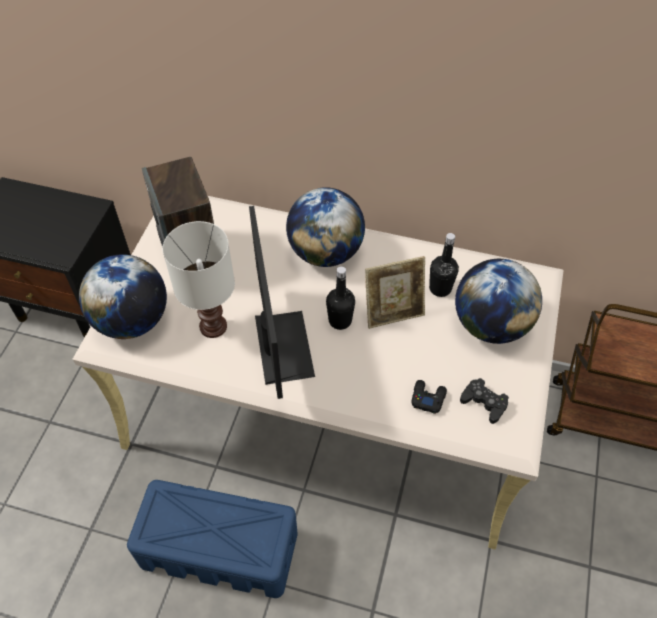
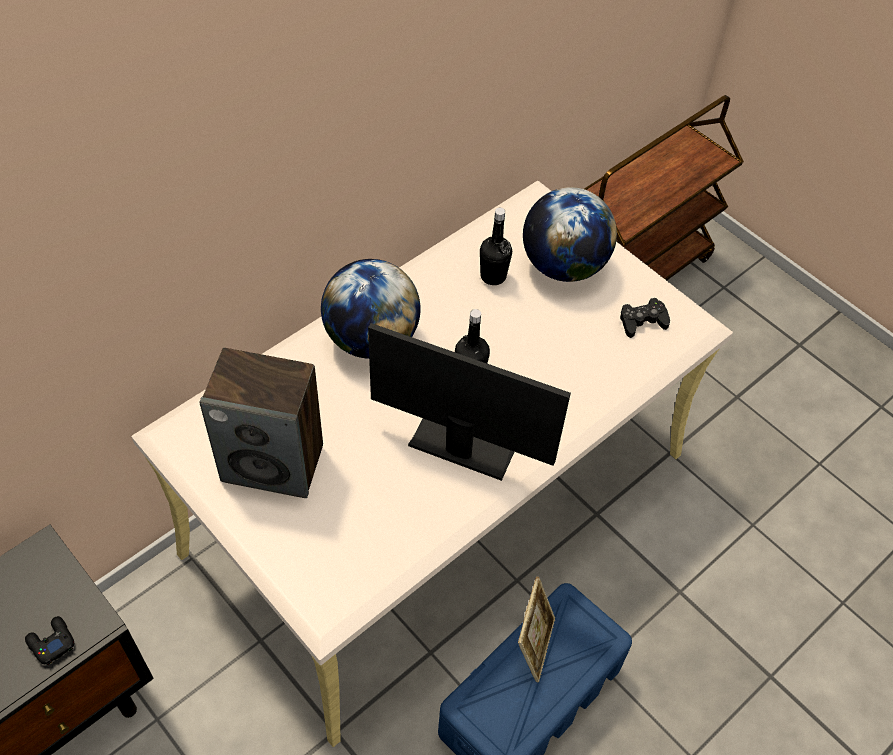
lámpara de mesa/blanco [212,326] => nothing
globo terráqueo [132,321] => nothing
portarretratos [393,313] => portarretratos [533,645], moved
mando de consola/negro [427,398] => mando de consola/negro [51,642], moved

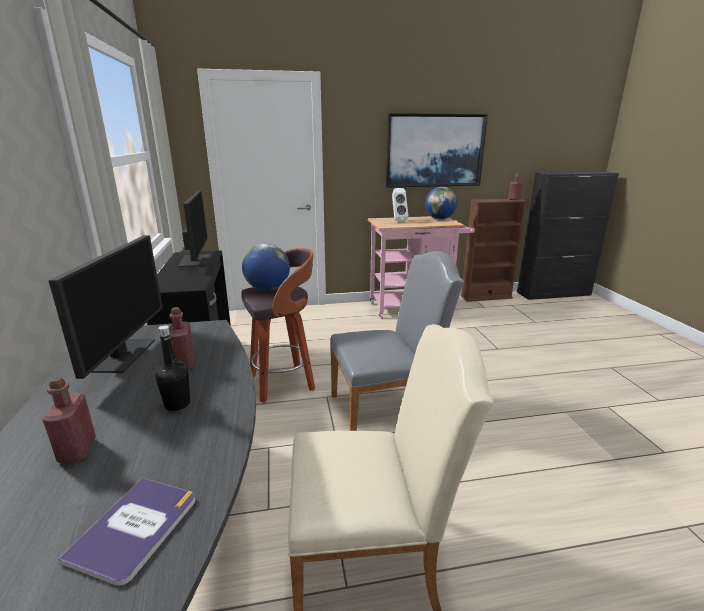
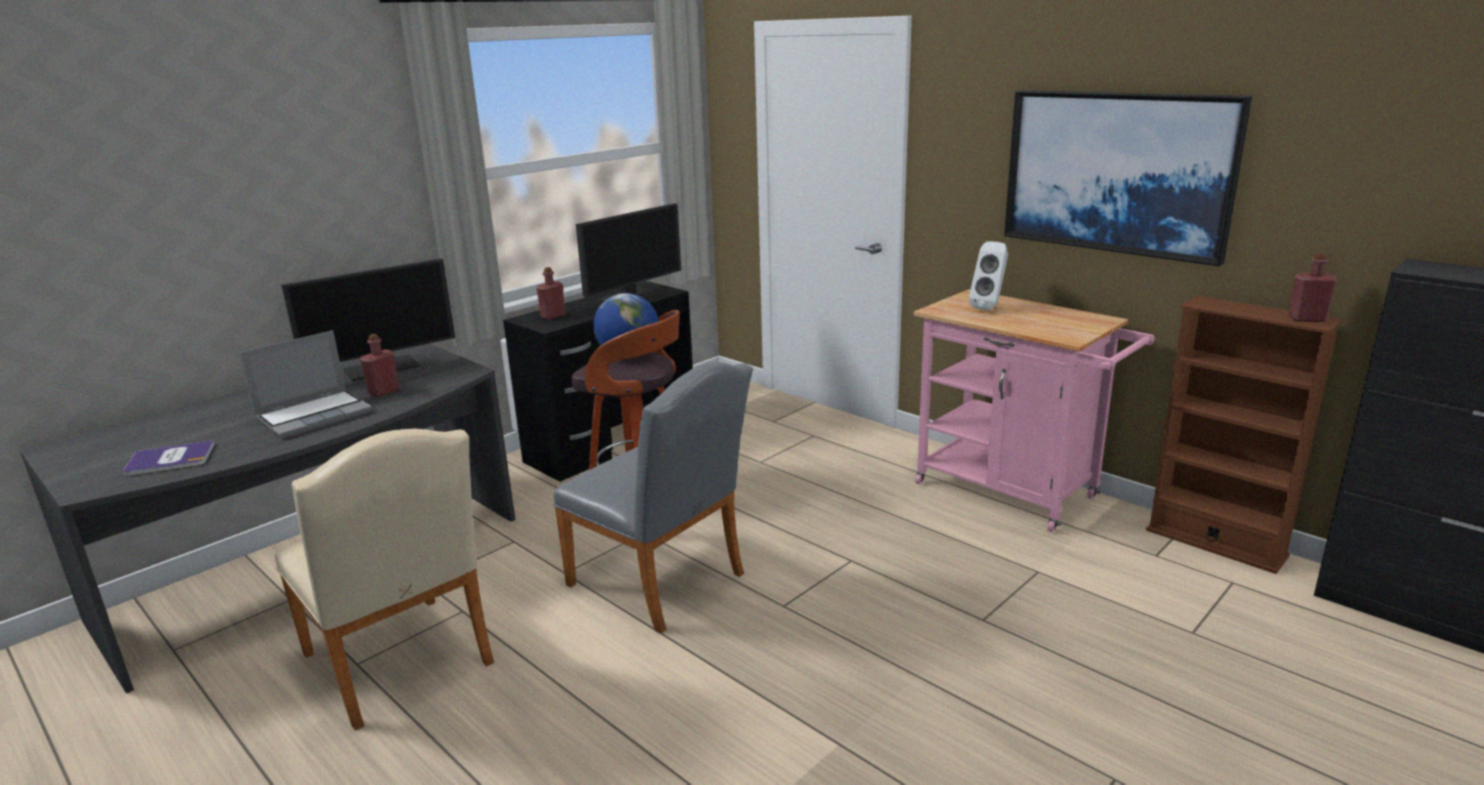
globo terráqueo [439,219] => nothing
botella/negro [177,404] => portátil [315,415]
botella/rojo [77,450] => botella/rojo [553,316], moved

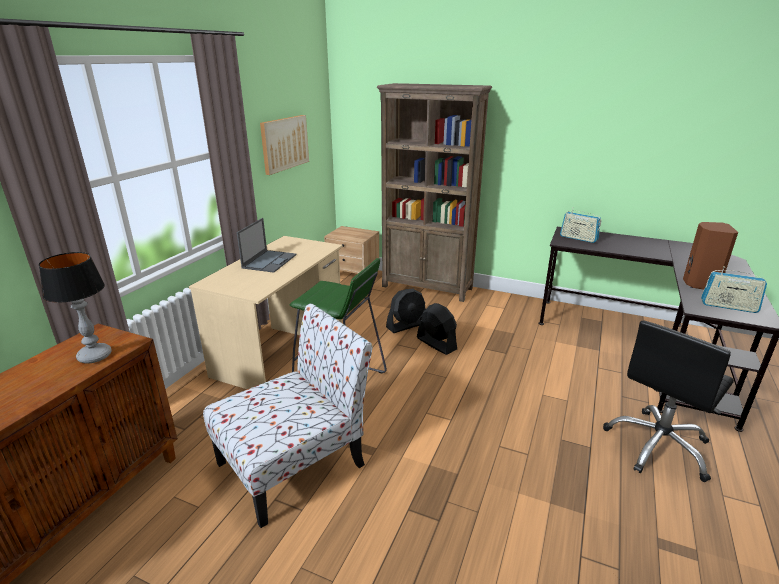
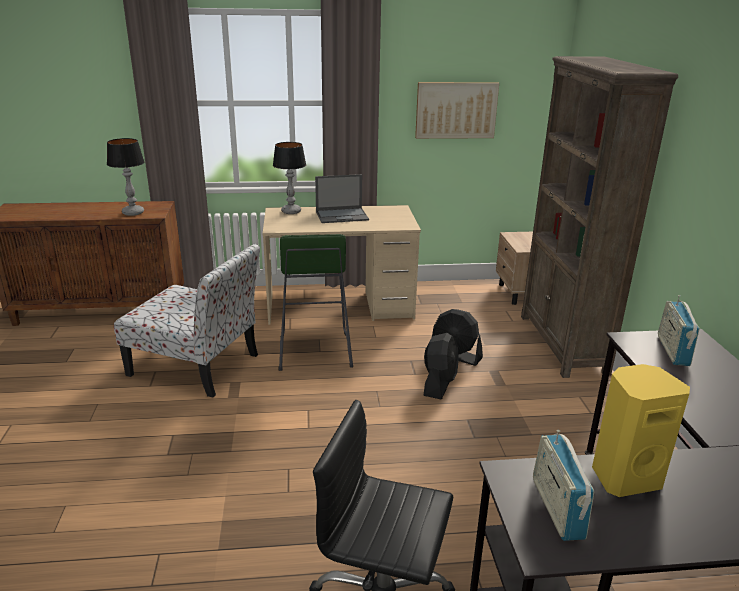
altavoz/marrón [699,284] => altavoz/amarillo [624,477]
nothing => lámpara de mesa [291,211]

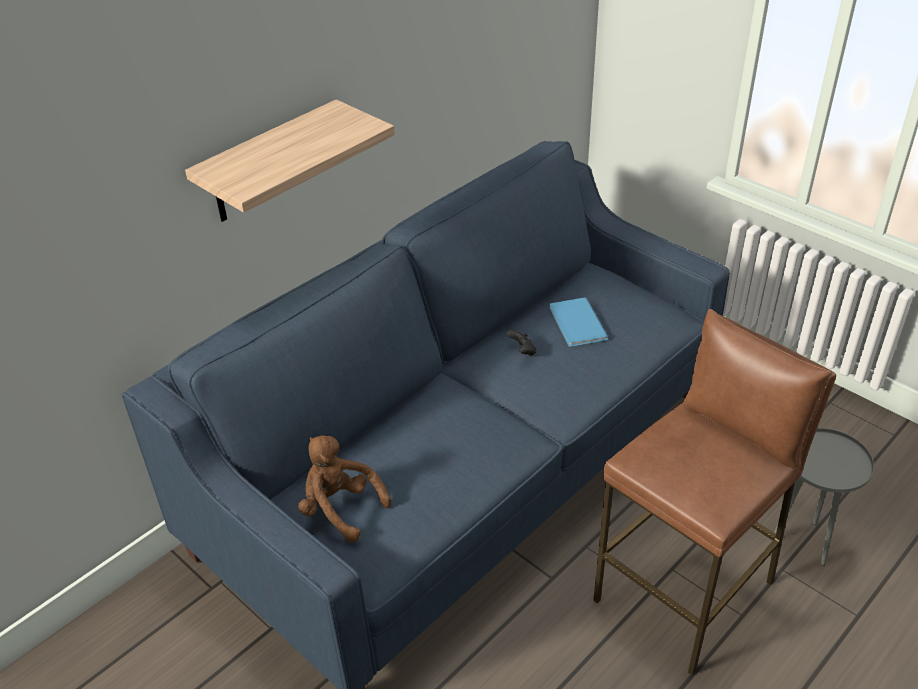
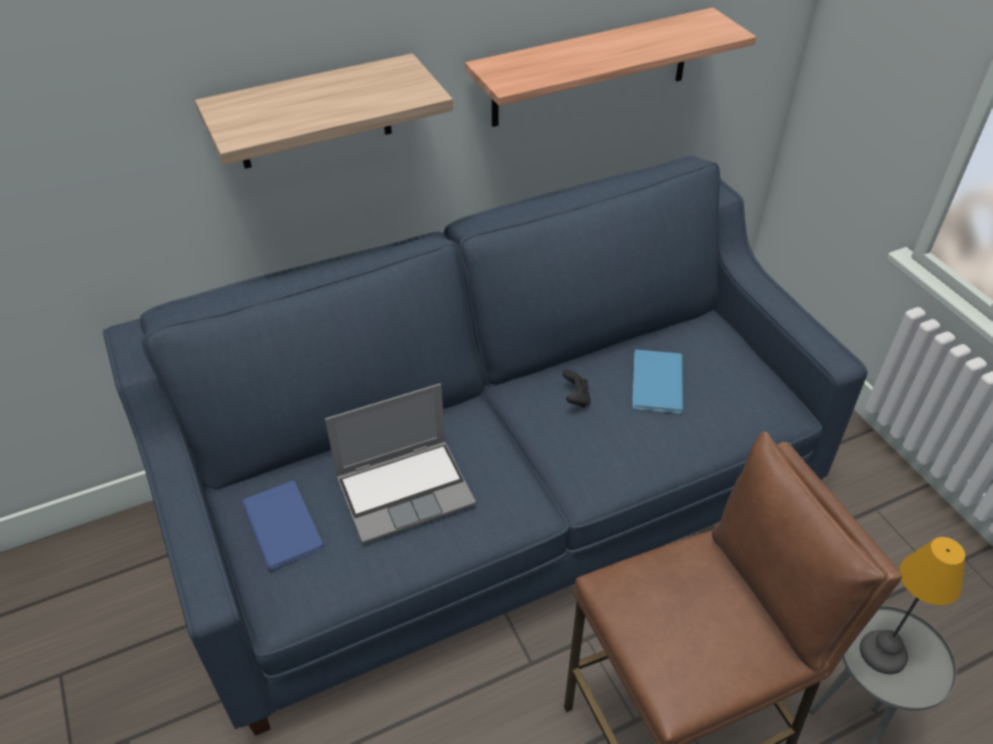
peluche/marrón [340,509] => libro/azul [284,523]
nothing => estante [592,68]
nothing => portátil [406,490]
nothing => lámpara de mesa [882,654]

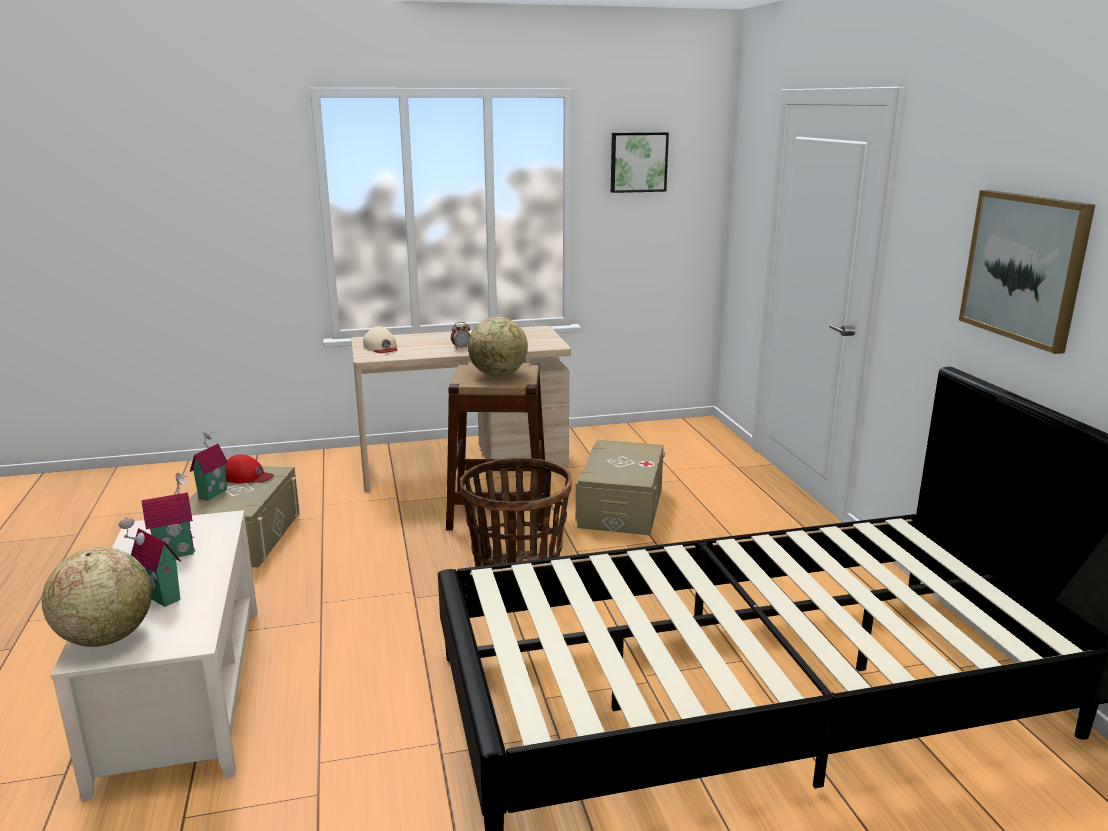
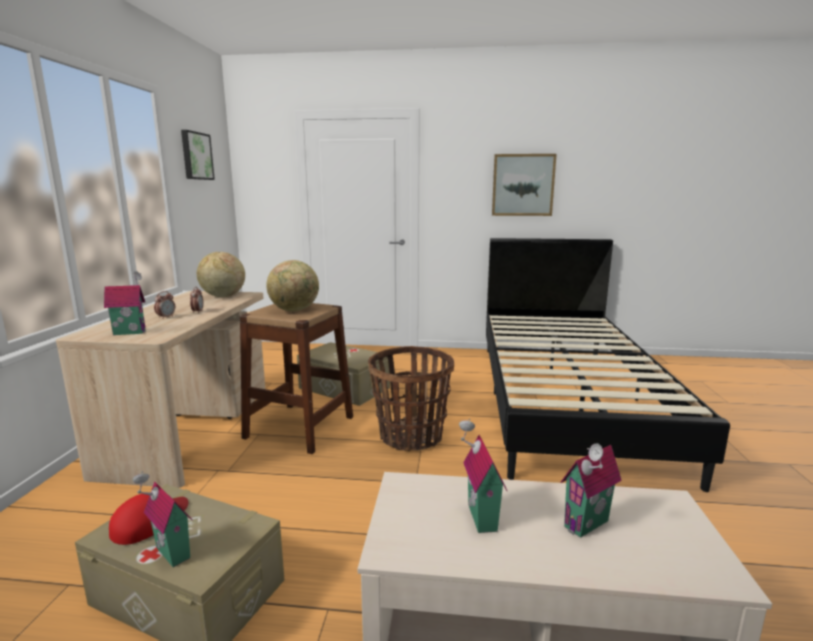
gorra/beis [381,347] => casita [130,332]
globo terráqueo [106,637] => globo terráqueo [223,296], moved
nothing => despertador [166,317]

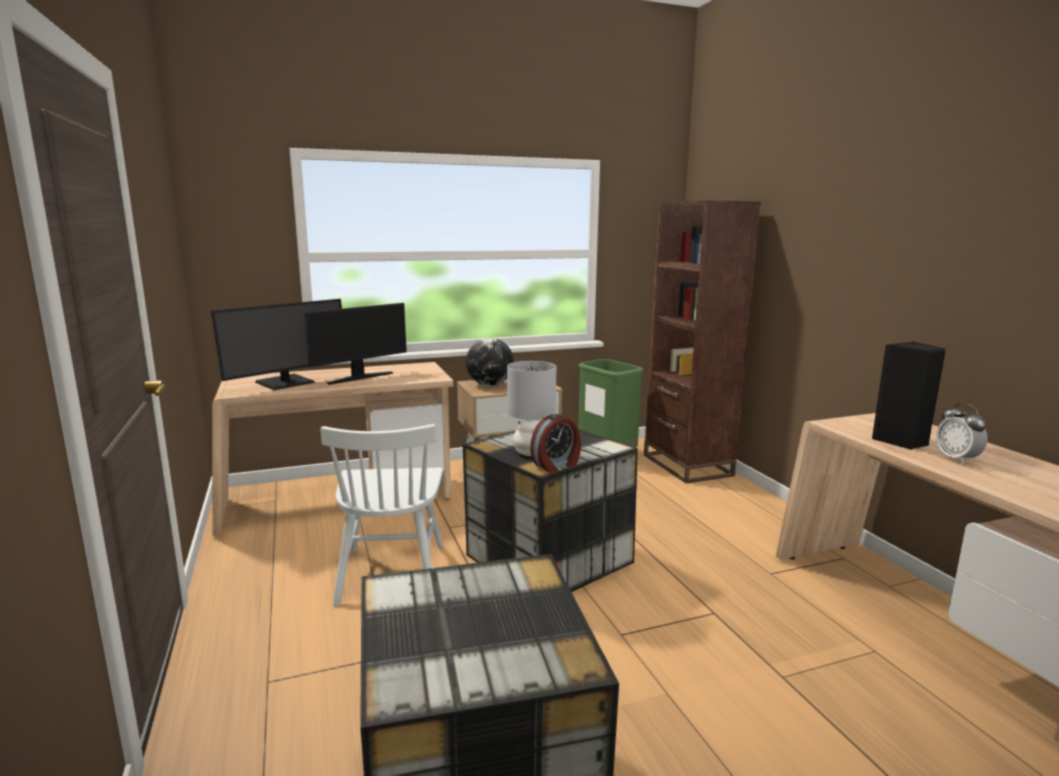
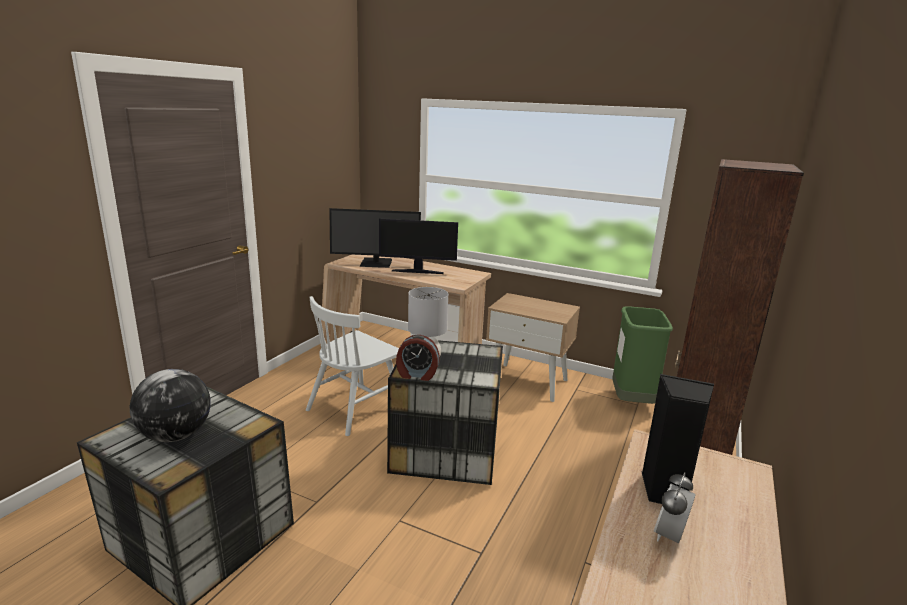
globo terráqueo [490,385] => globo terráqueo [175,436], moved

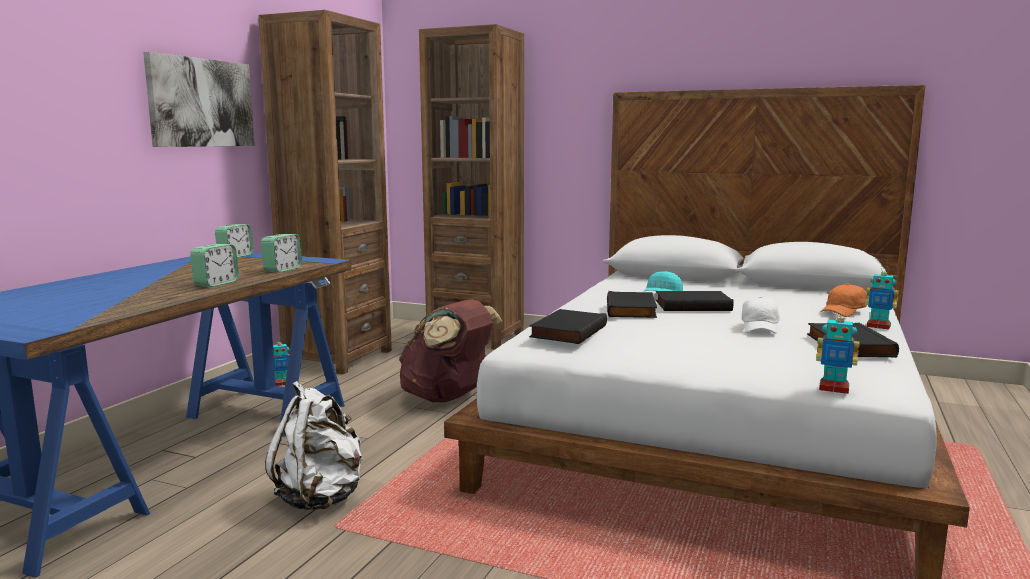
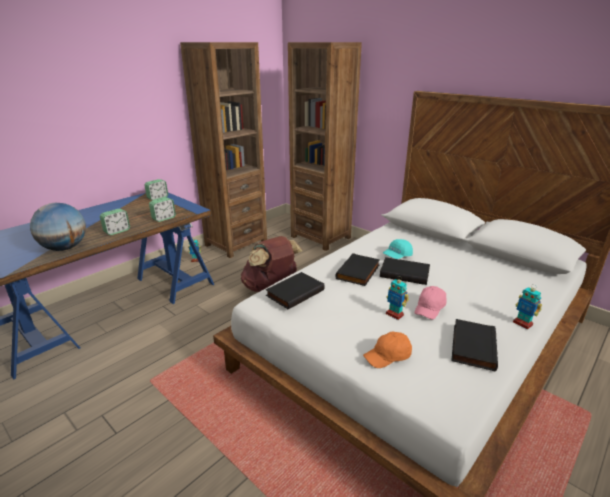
cuadro [201,103] => nothing
gorra/naranja [843,311] => gorra/naranja [388,356], moved
gorra/blanco [760,327] => gorra/rosa [429,308]
robot de juguete [834,389] => robot de juguete [394,314], moved
mochila/blanco [321,498] => nothing
nothing => globo terráqueo [65,248]

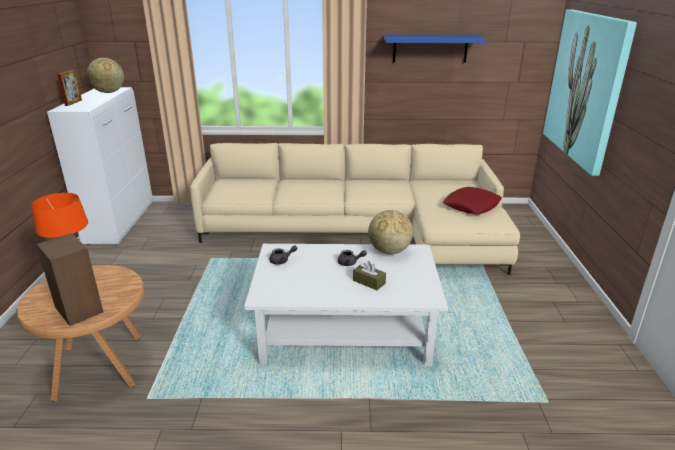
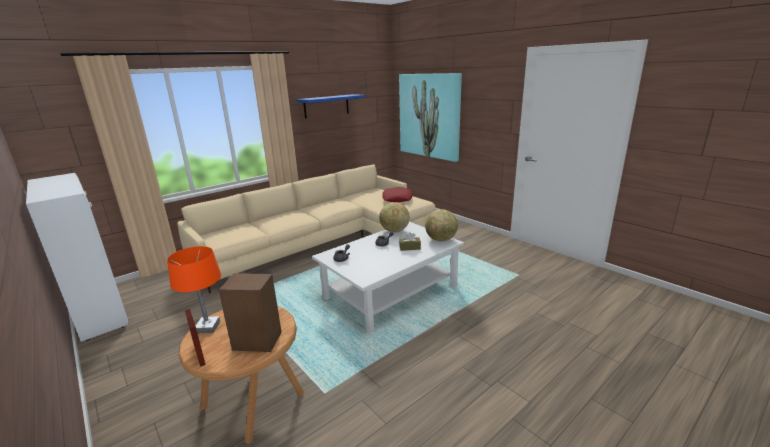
globo terráqueo [108,92] => globo terráqueo [441,240], moved
portarretratos [73,103] => portarretratos [199,355], moved

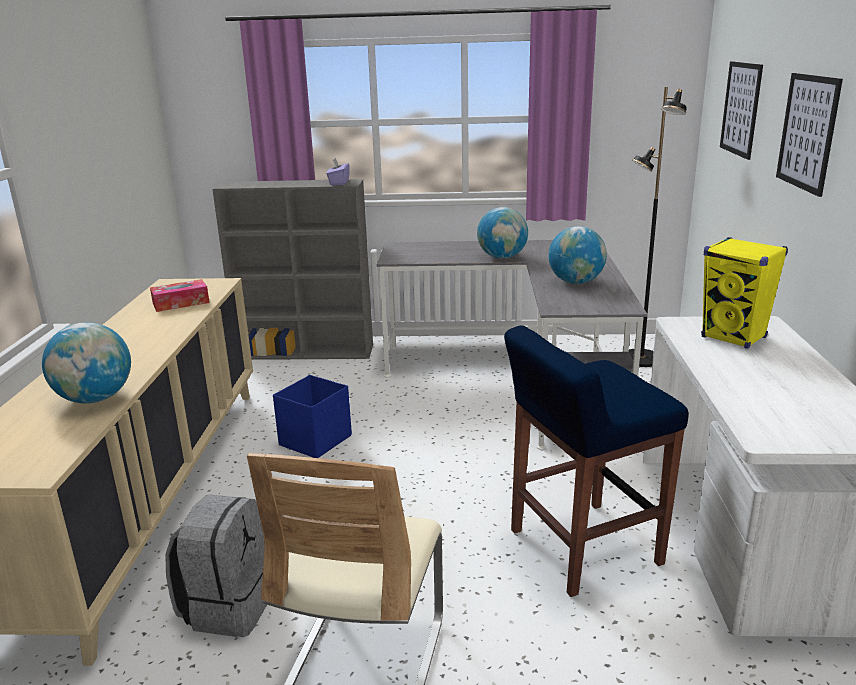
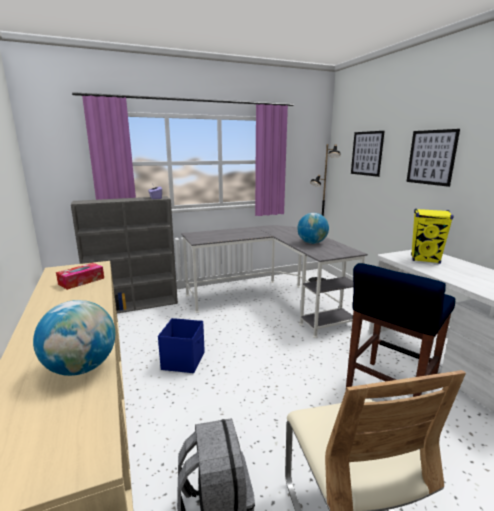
globo terráqueo [502,257] => nothing

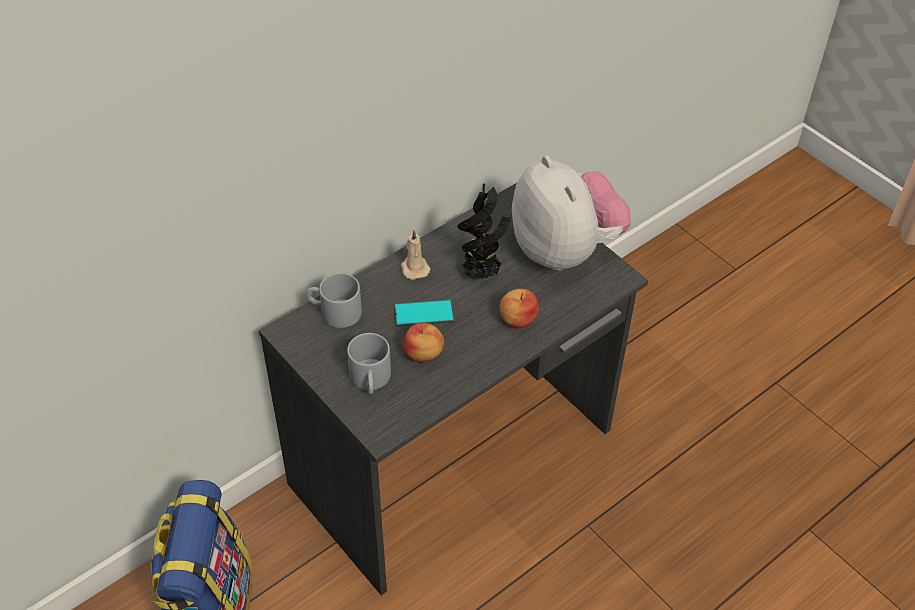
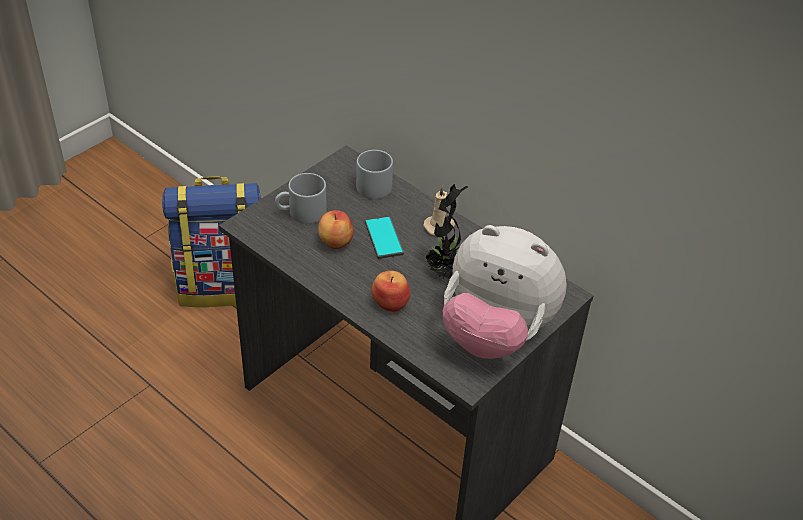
peluche [565,250] => peluche [495,333], 60 degrees clockwise

